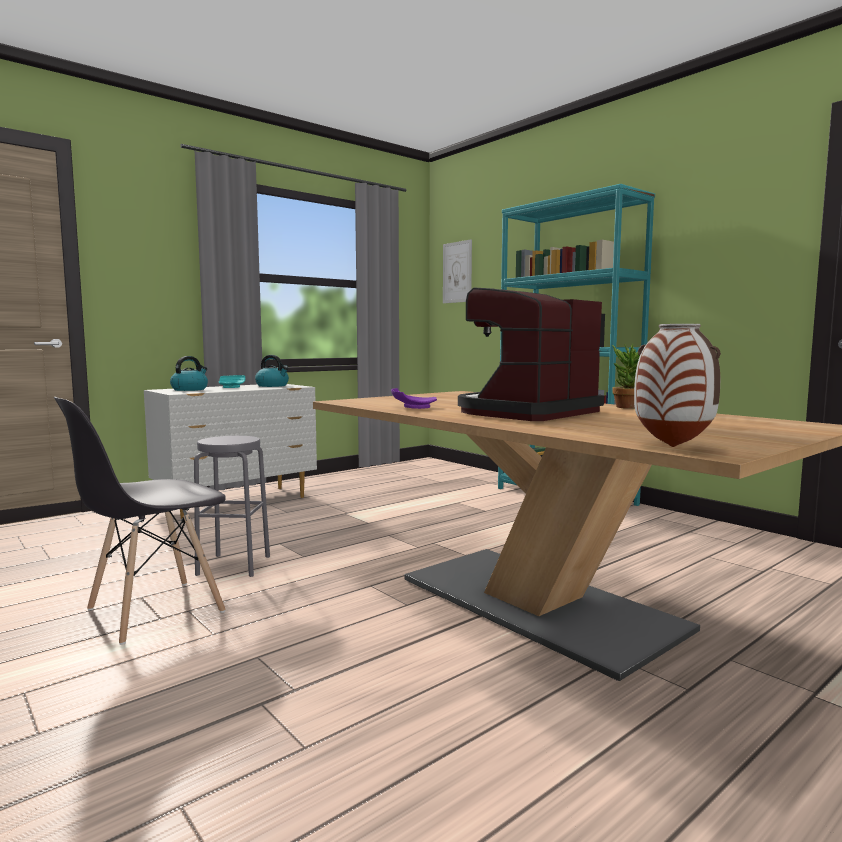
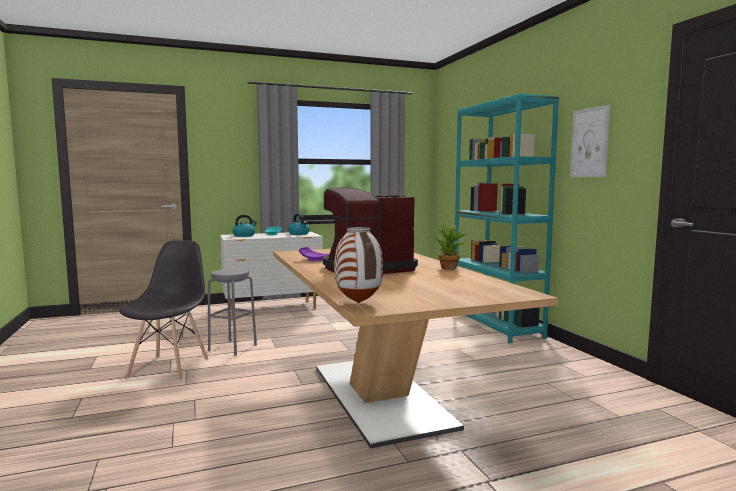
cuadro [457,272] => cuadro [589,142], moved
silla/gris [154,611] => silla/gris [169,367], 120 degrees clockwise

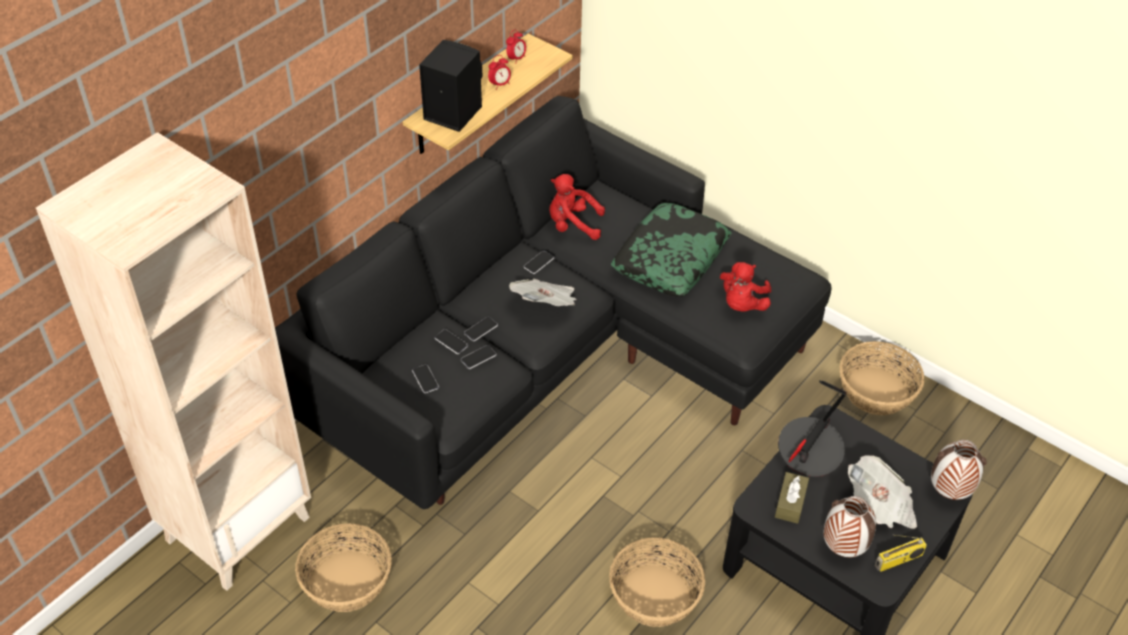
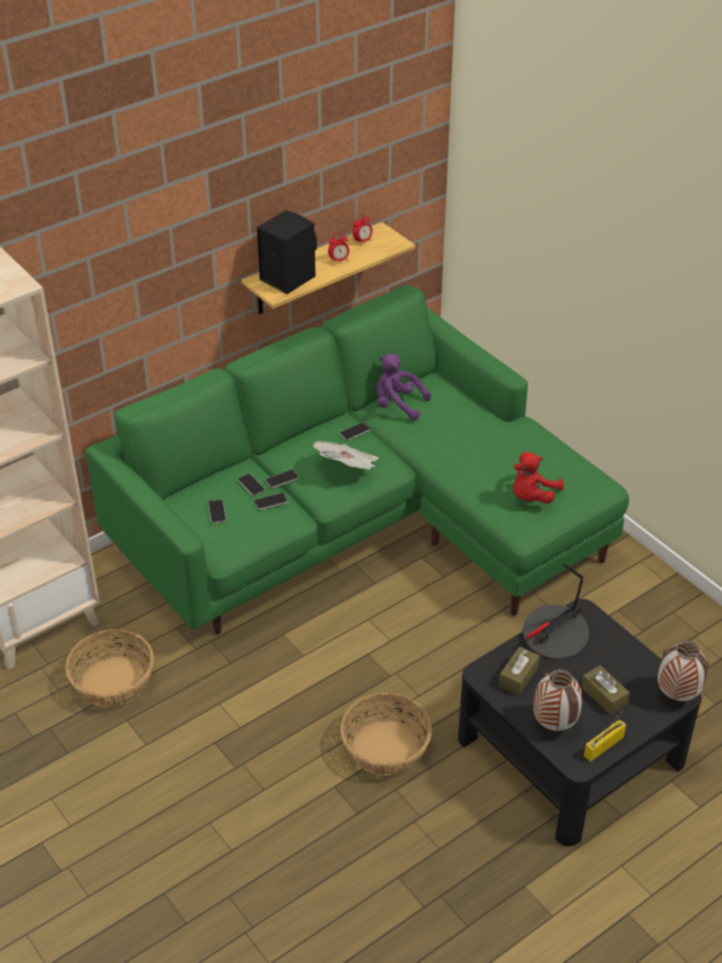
sofá/negro [550,356] => sofá/verde [361,527]
peluche/rojo [572,225] => peluche/morado [398,405]
cojín [670,258] => nothing
cesta [876,391] => nothing
periódico [880,506] => caja de pañuelos/marrón [604,695]
radio [898,561] => radio [604,745], 150 degrees clockwise

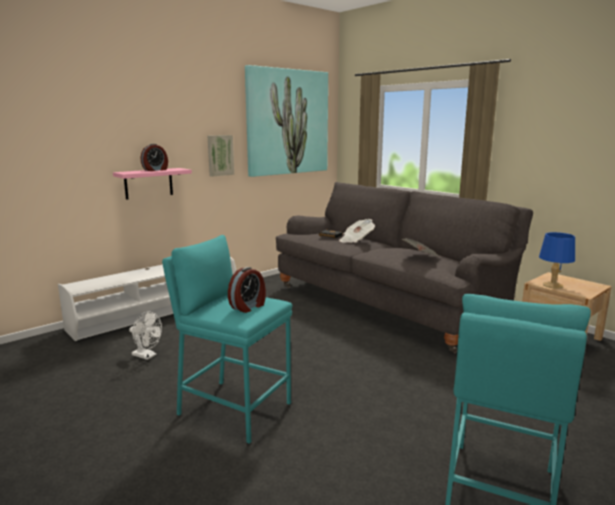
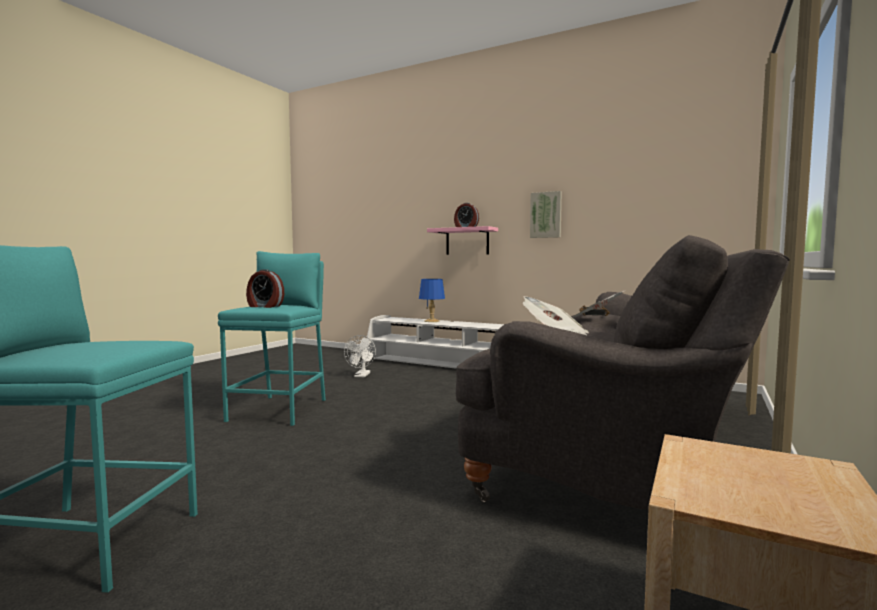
cuadro [287,122] => nothing
lámpara de mesa/azul [553,285] => lámpara de mesa/azul [432,321], moved

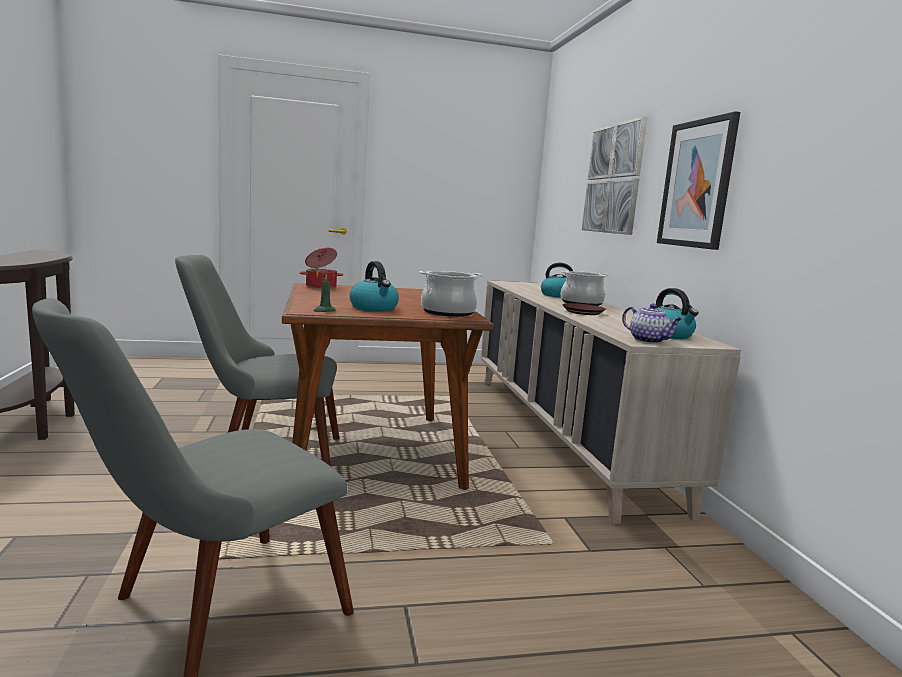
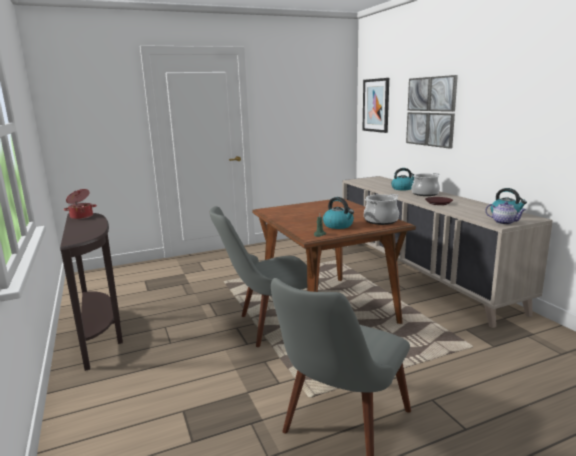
cuadro [697,184] => cuadro [376,105], moved
olla [321,287] => olla [81,216], moved

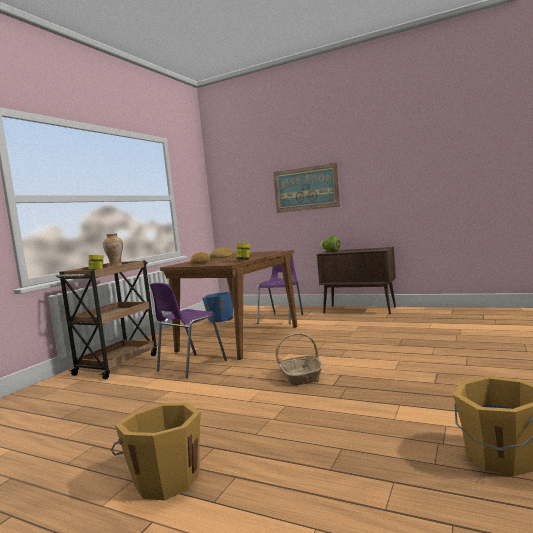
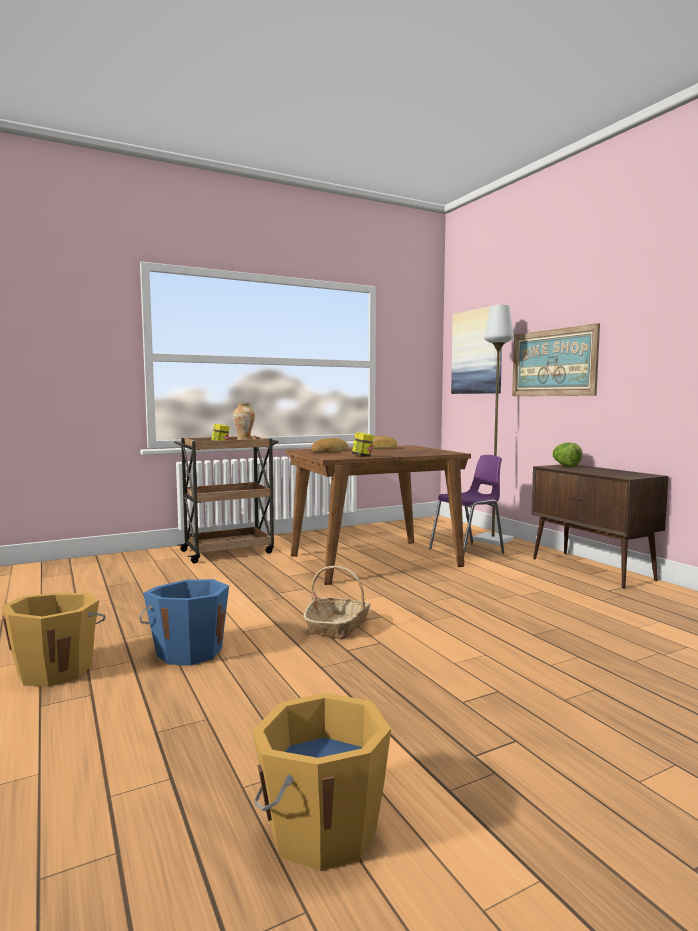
silla/morado [190,366] => nothing
cubo/azul [220,319] => cubo/azul [188,651], moved
nothing => cuadro [477,351]
nothing => lámpara de pie/gris [492,540]

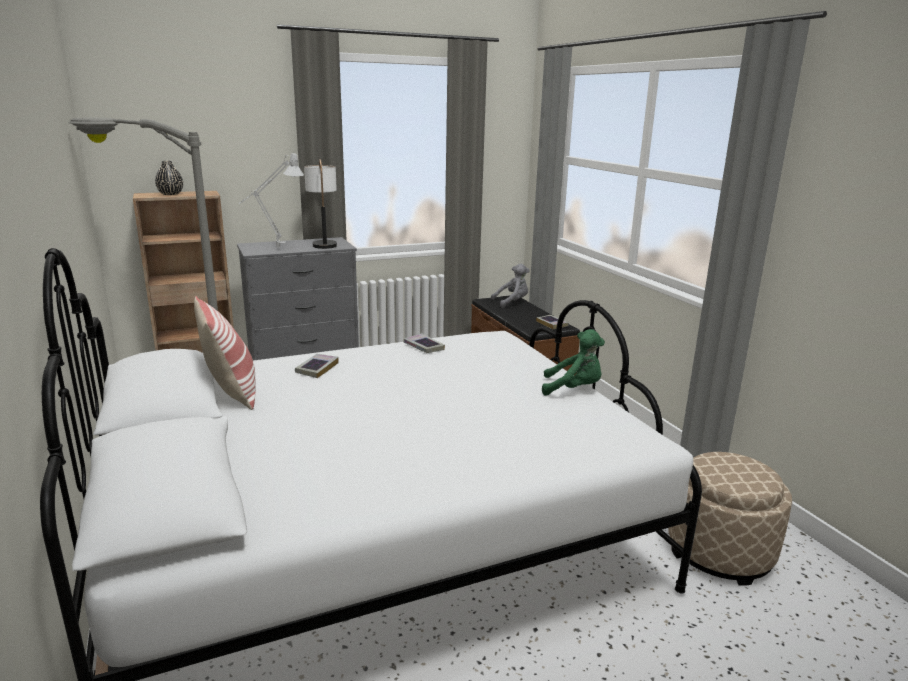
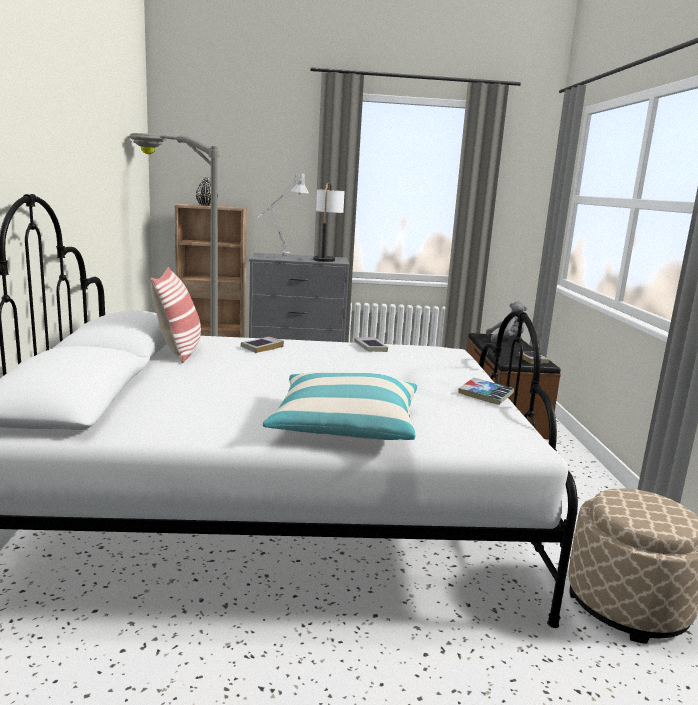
peluche/verde [573,389] => libro [485,395]
nothing => cojín [345,425]

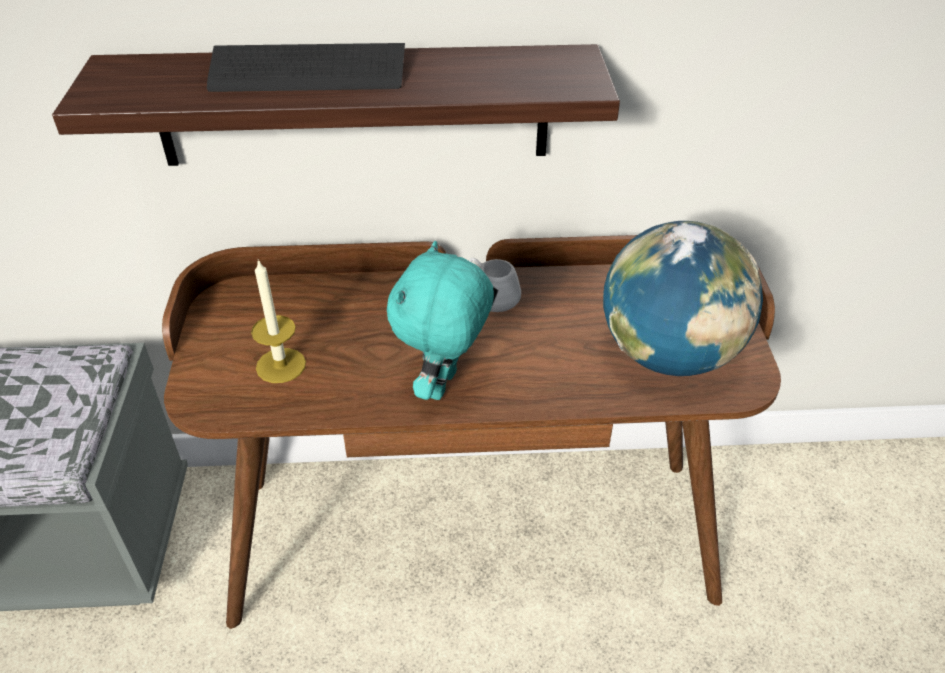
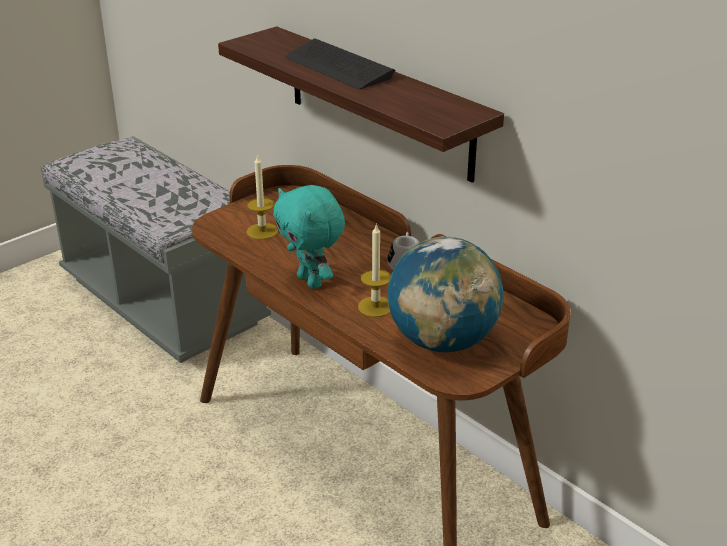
peluche/turquesa [444,386] => peluche/turquesa [311,281], 105 degrees counterclockwise
nothing => vela [375,307]

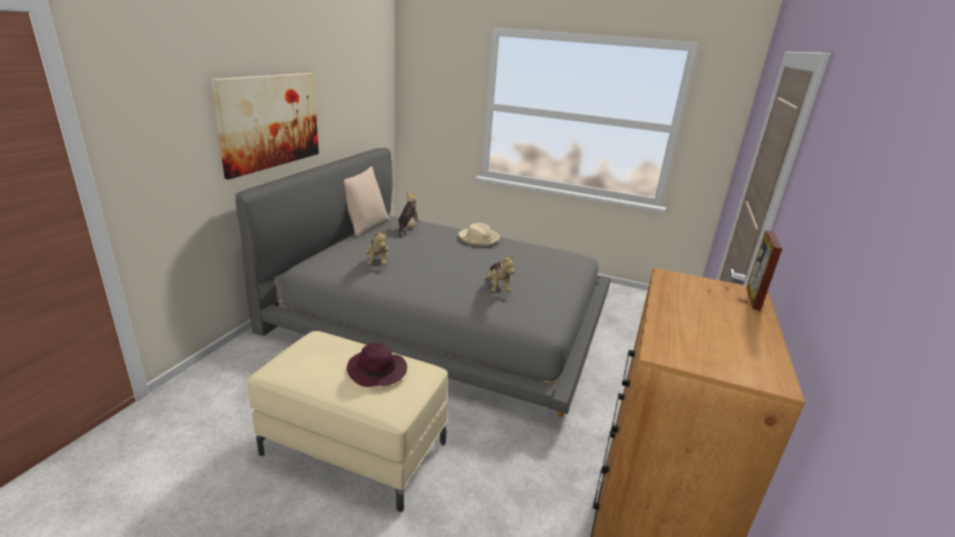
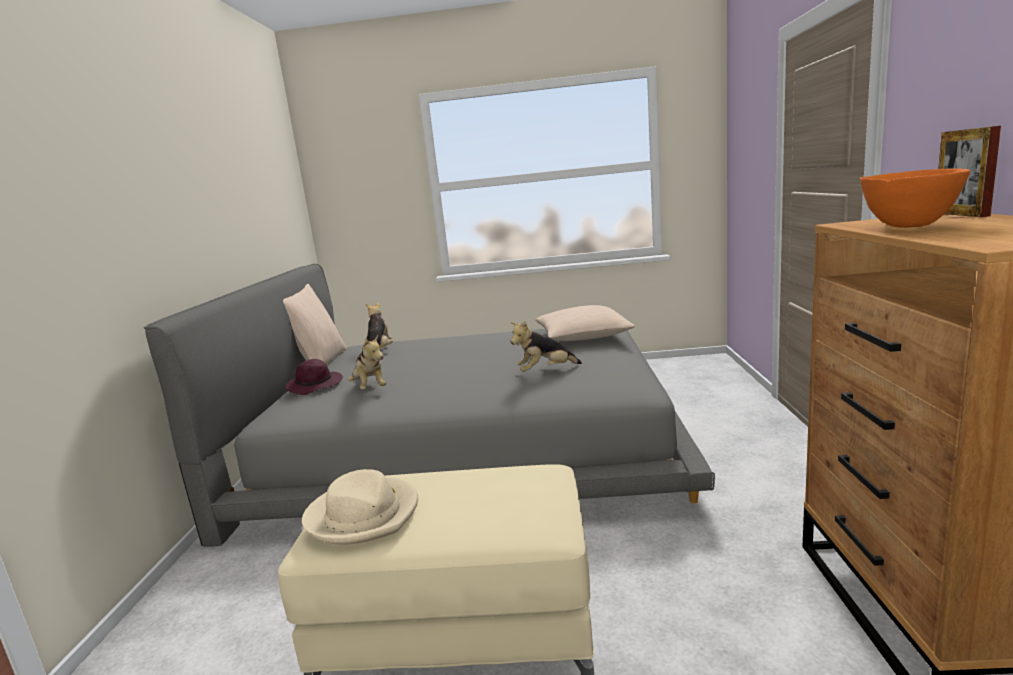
cuadro [270,121] => nothing
sombrero/beis [479,238] => sombrero/beis [364,514], moved
peluche [496,288] => peluche [545,371], 105 degrees clockwise
sombrero/morado [378,371] => sombrero/morado [316,386], moved
nothing => cuenco/naranja [909,226]
nothing => cojín/beis [582,336]

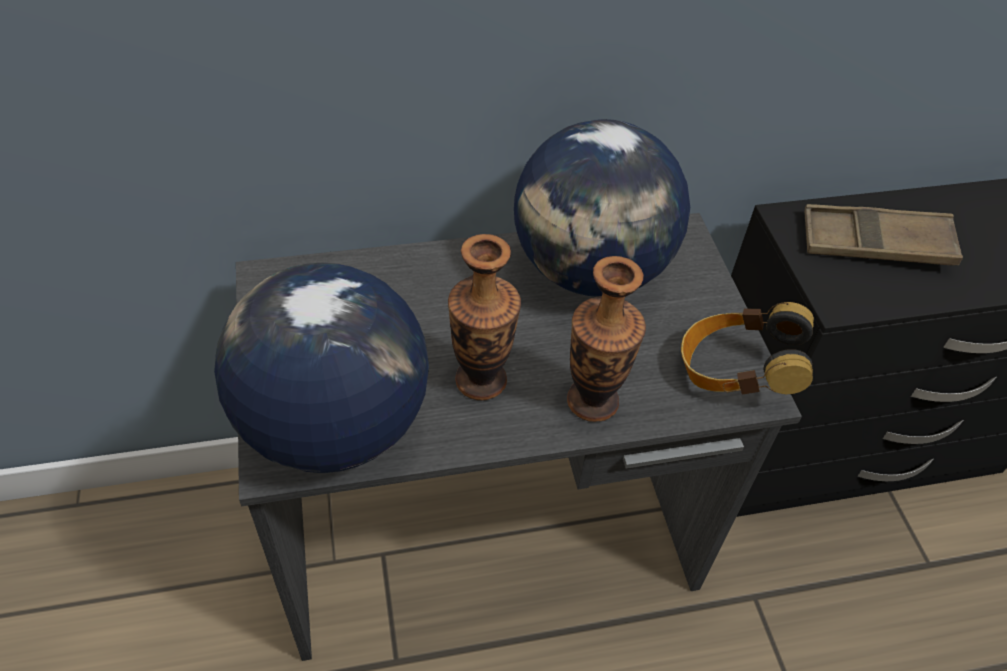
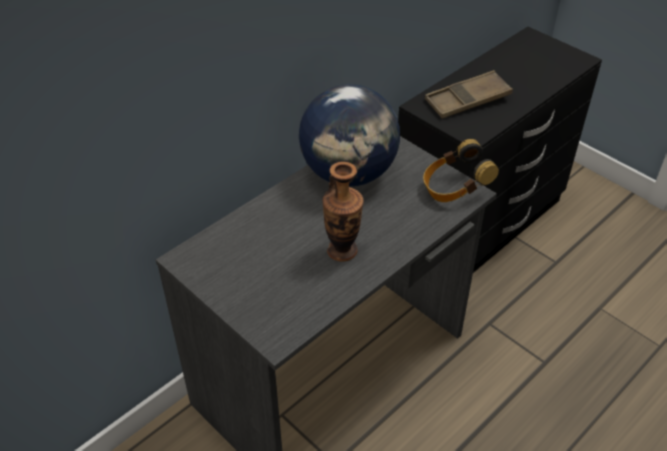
florero [592,401] => nothing
globo terráqueo [333,427] => nothing

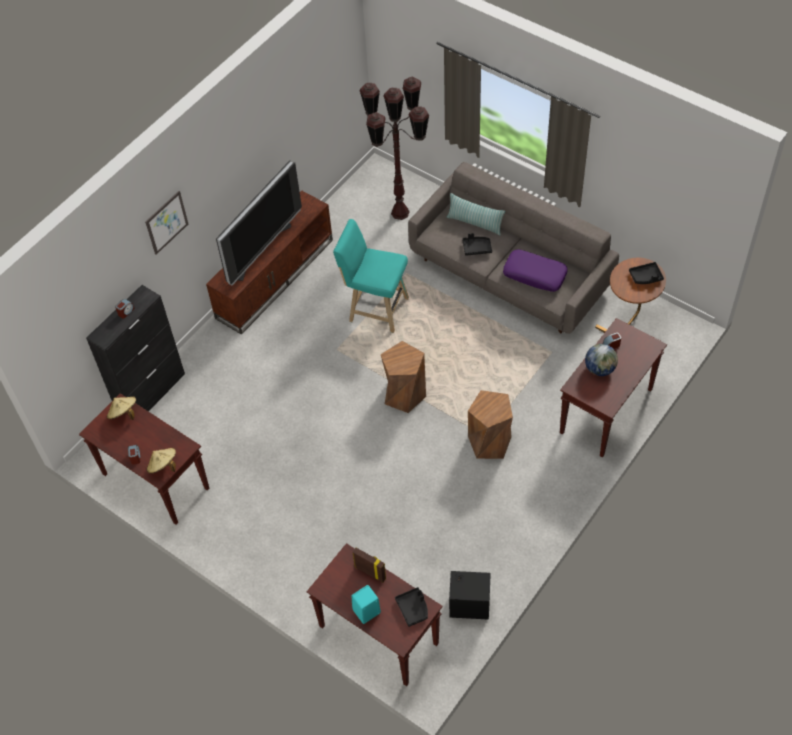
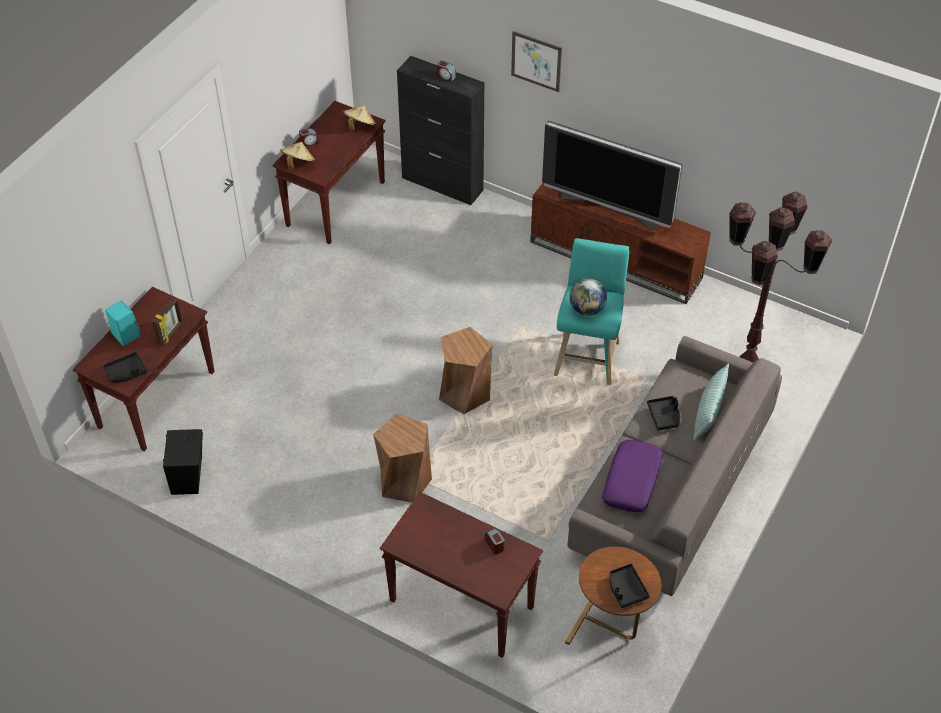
globo terráqueo [600,369] => globo terráqueo [587,309], moved

